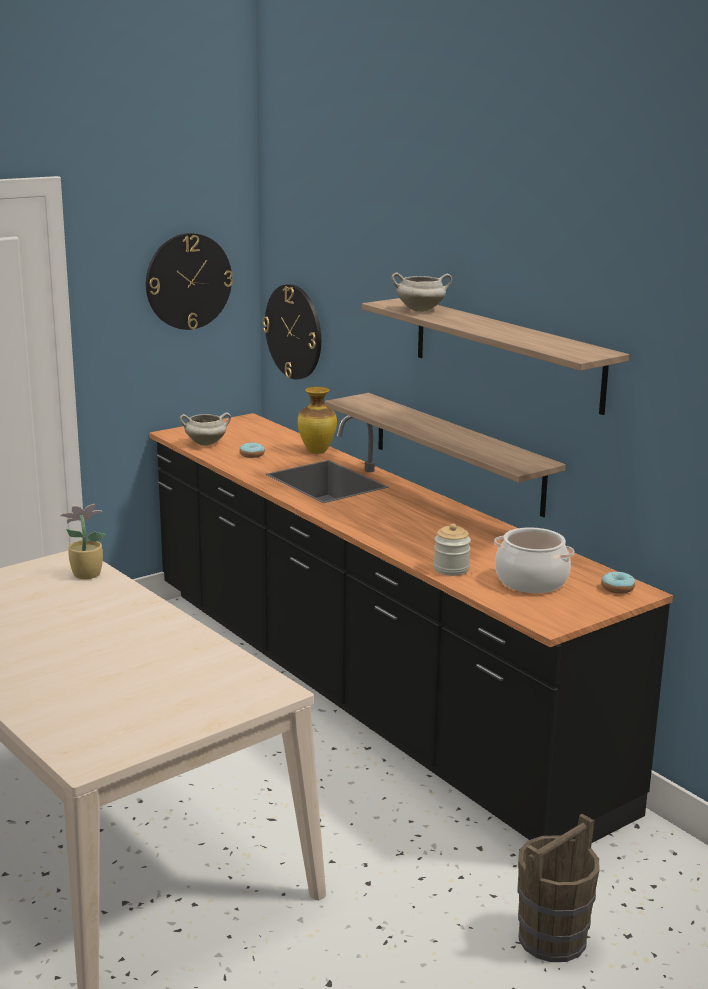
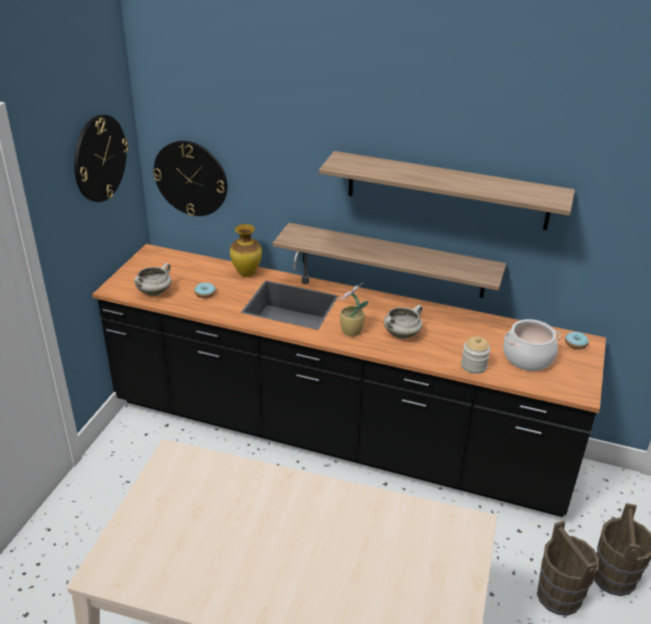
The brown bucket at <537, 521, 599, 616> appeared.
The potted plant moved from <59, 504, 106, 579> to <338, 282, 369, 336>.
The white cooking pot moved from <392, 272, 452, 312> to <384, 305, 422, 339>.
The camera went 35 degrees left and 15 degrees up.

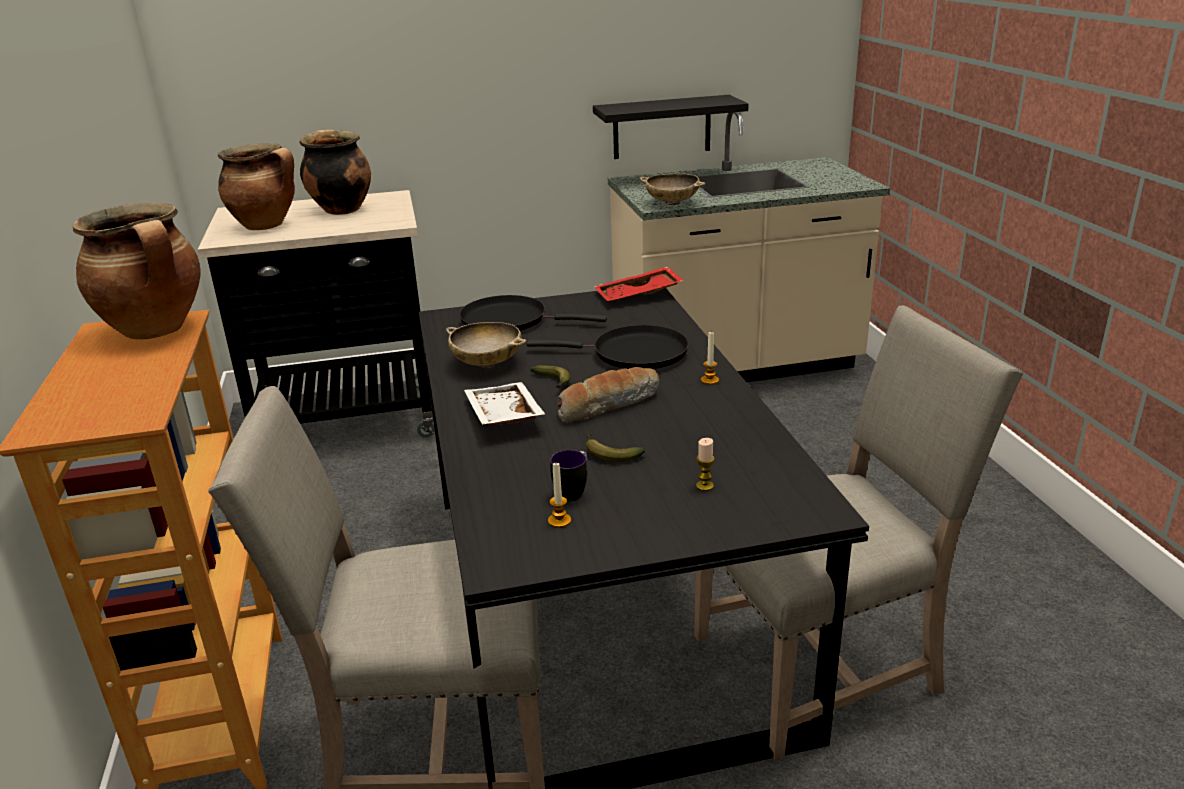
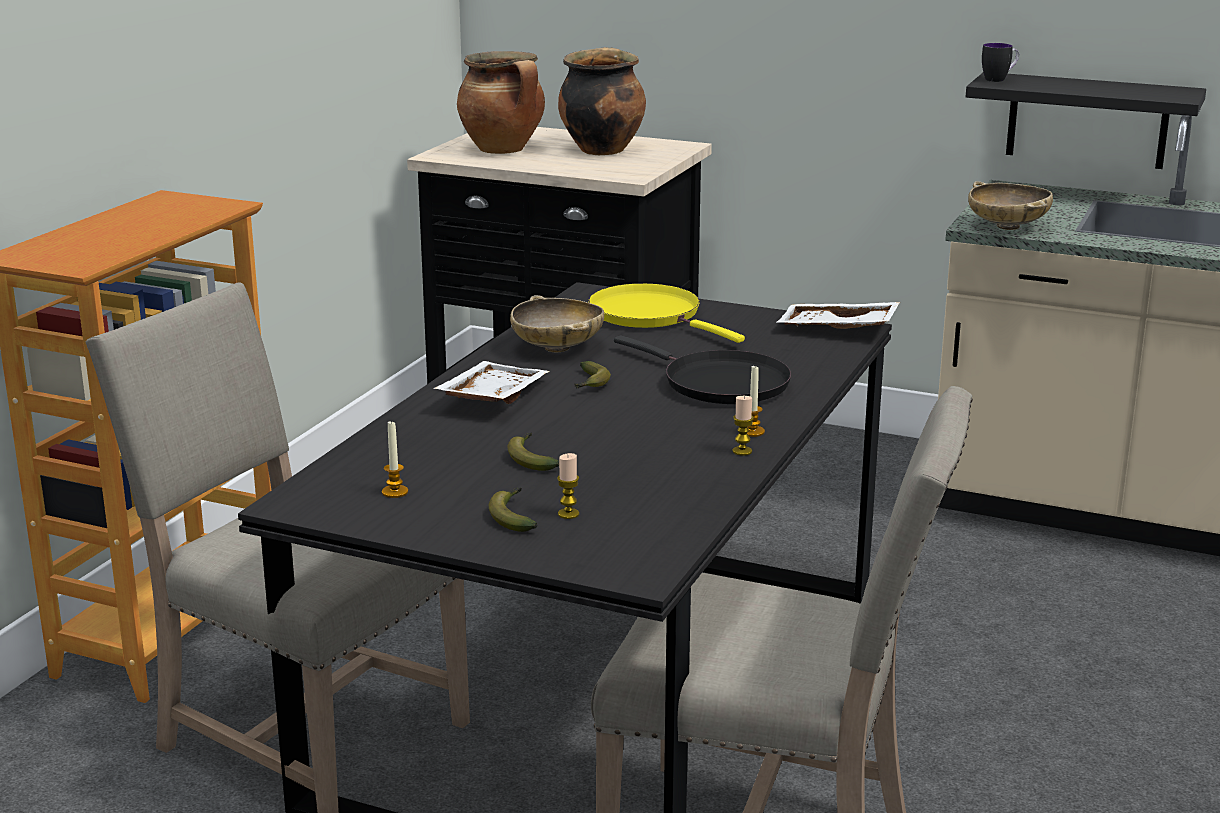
The cooking pot at <73, 203, 201, 340> disappeared.
The bread at <557, 367, 659, 423> disappeared.
The banana at <489, 487, 537, 532> appeared.
The candle at <732, 396, 754, 456> appeared.
The mug moved from <550, 450, 587, 502> to <982, 43, 1019, 82>.
The black frying pan at <459, 295, 607, 331> became the yellow frying pan at <588, 283, 745, 343>.
The red tray at <594, 267, 684, 301> became the white tray at <777, 302, 900, 329>.
The camera went 35 degrees right and 5 degrees down.

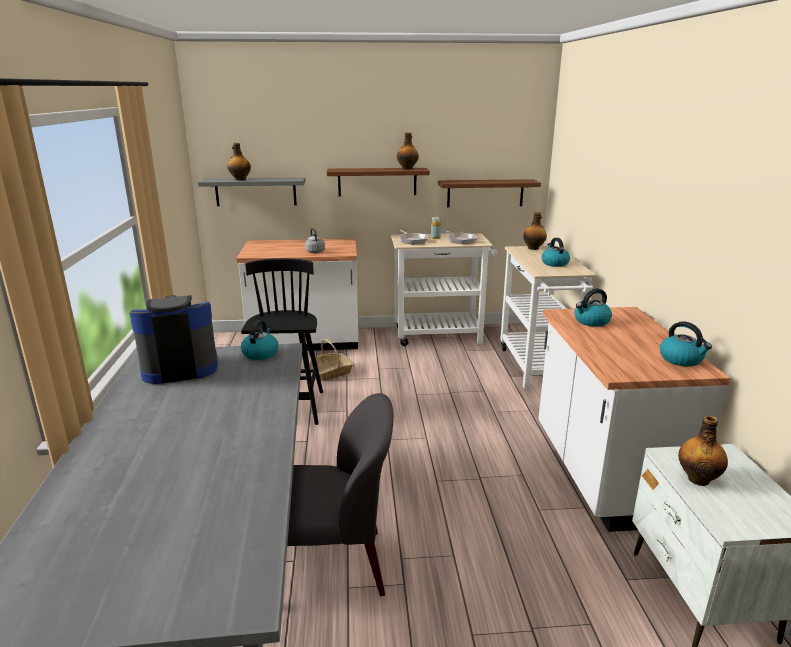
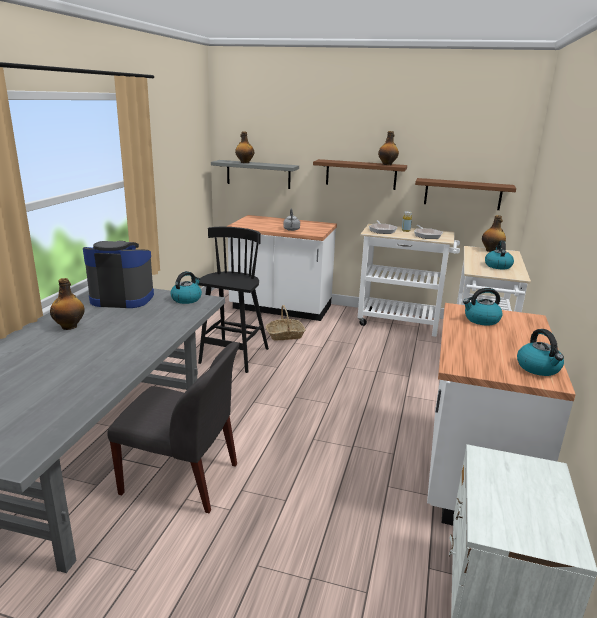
The bottle moved from <678, 415, 728, 486> to <50, 278, 85, 330>.
The camera went 20 degrees right and 0 degrees up.

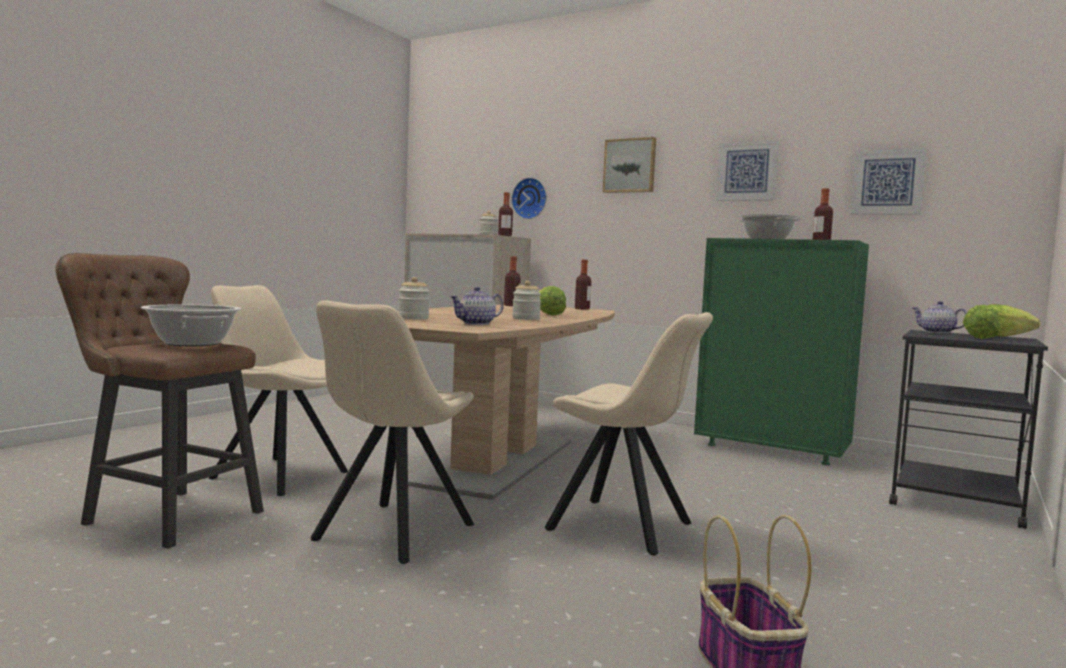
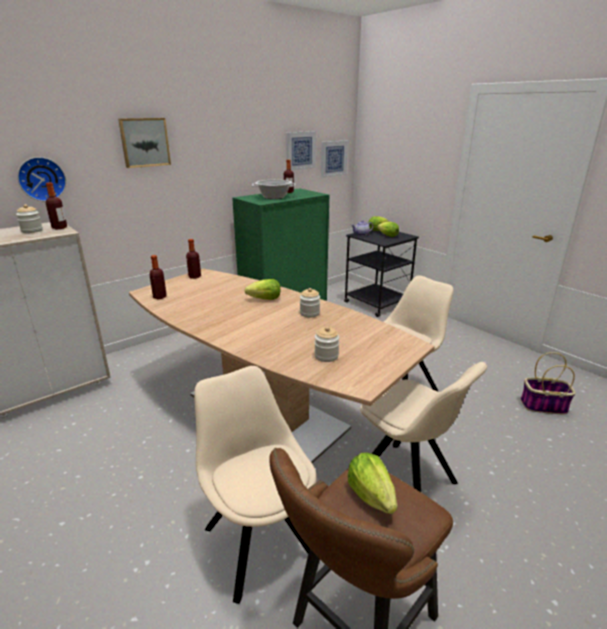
The teapot at <450, 287, 504, 325> disappeared.
The picture moved from <716, 140, 779, 201> to <321, 140, 348, 178>.
The cooking pot at <141, 304, 242, 346> was replaced by the lettuce at <348, 452, 397, 514>.
The beige chair at <209, 285, 348, 496> turned 105 degrees clockwise.
The camera went 70 degrees left and 20 degrees up.

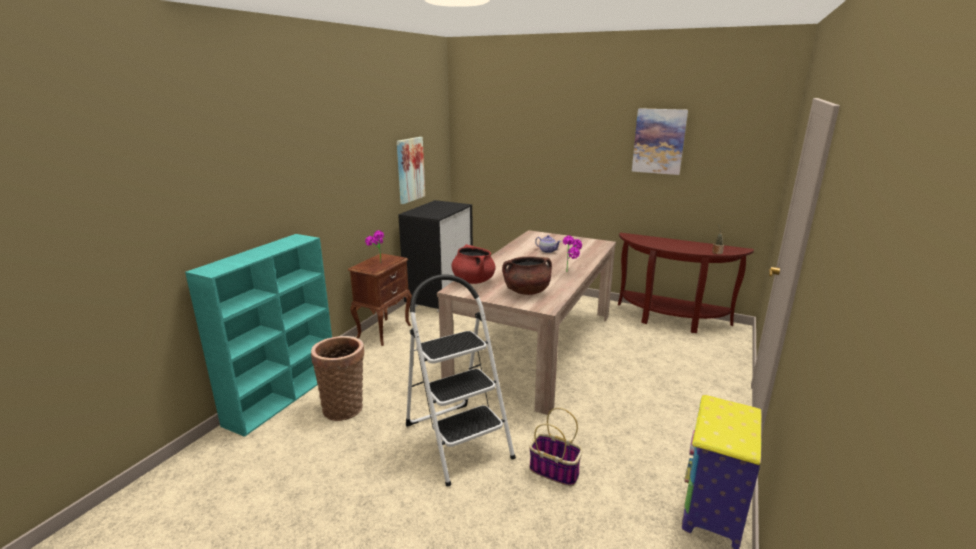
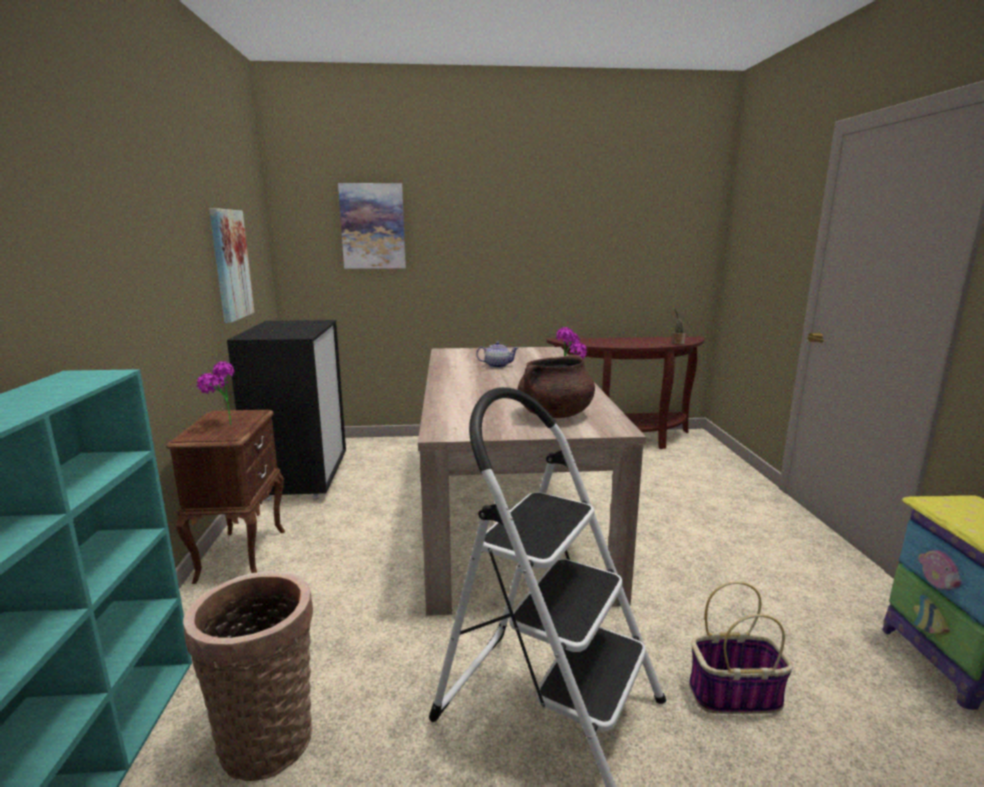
The red cooking pot at <451, 244, 496, 284> disappeared.
The picture moved from <632, 108, 688, 175> to <338, 183, 406, 269>.
The camera went 30 degrees left and 5 degrees down.

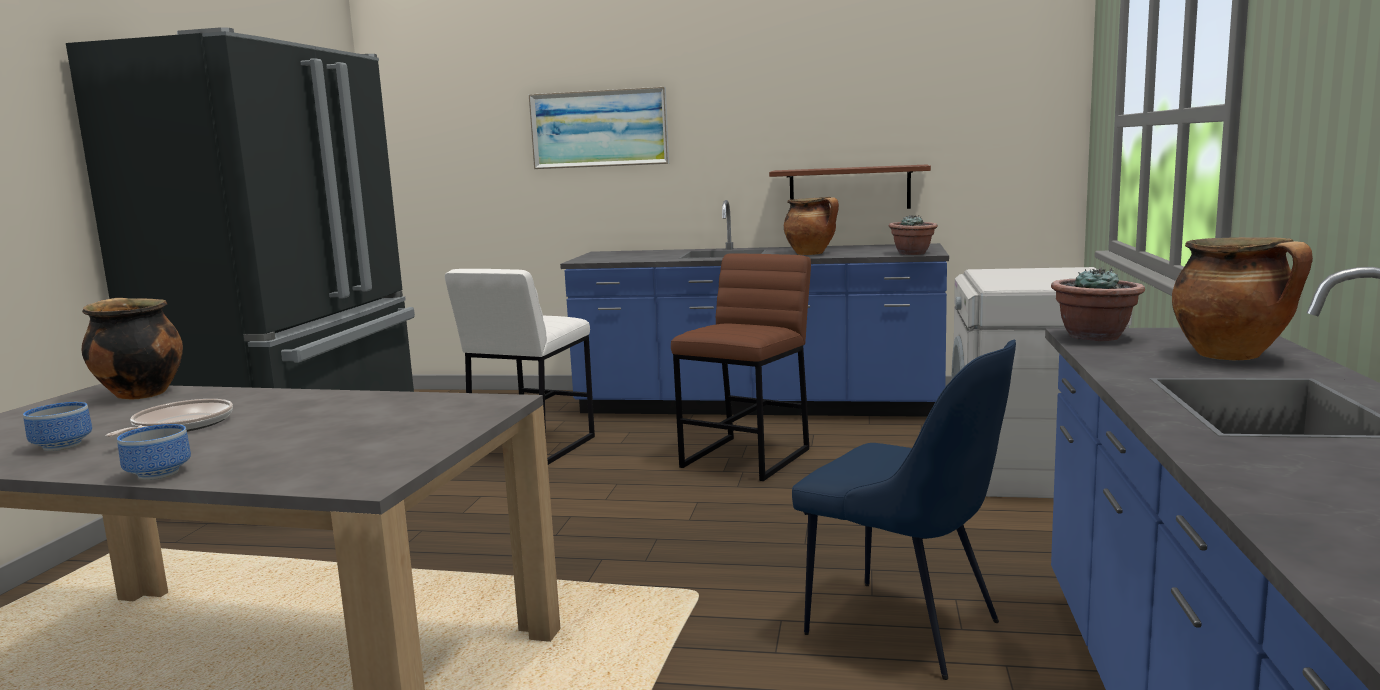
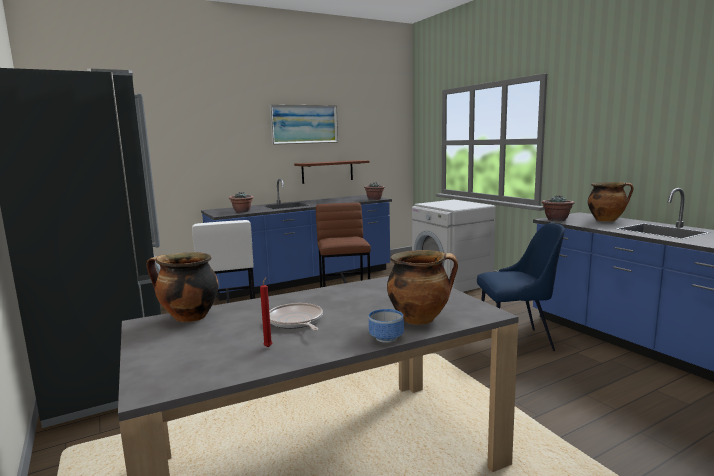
The potted plant at <229, 192, 253, 212> appeared.
The picture moved from <528, 87, 669, 169> to <270, 104, 338, 145>.
The cooking pot moved from <784, 197, 839, 255> to <387, 250, 458, 325>.
The bowl at <23, 402, 92, 451> was replaced by the red candle at <260, 277, 272, 347>.
The camera went 40 degrees left and 0 degrees up.

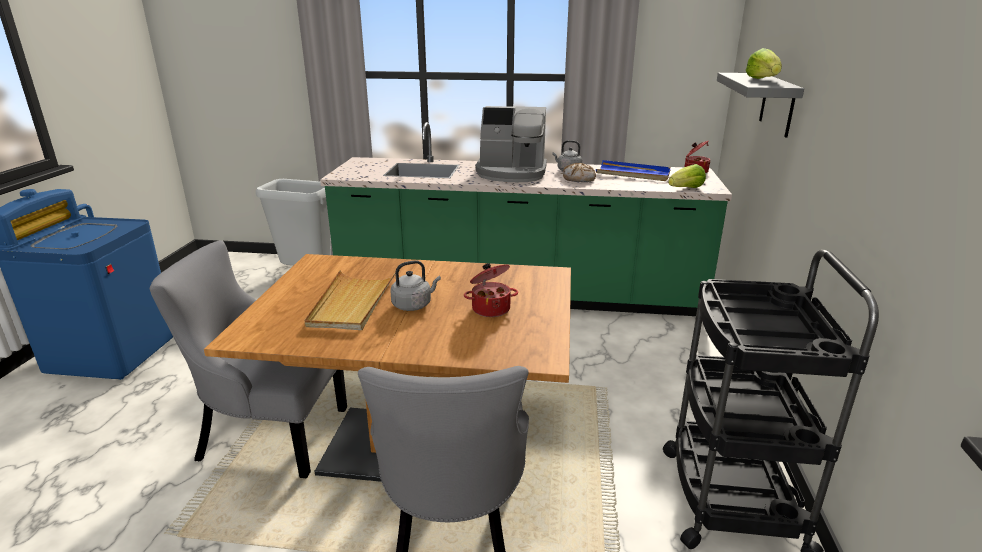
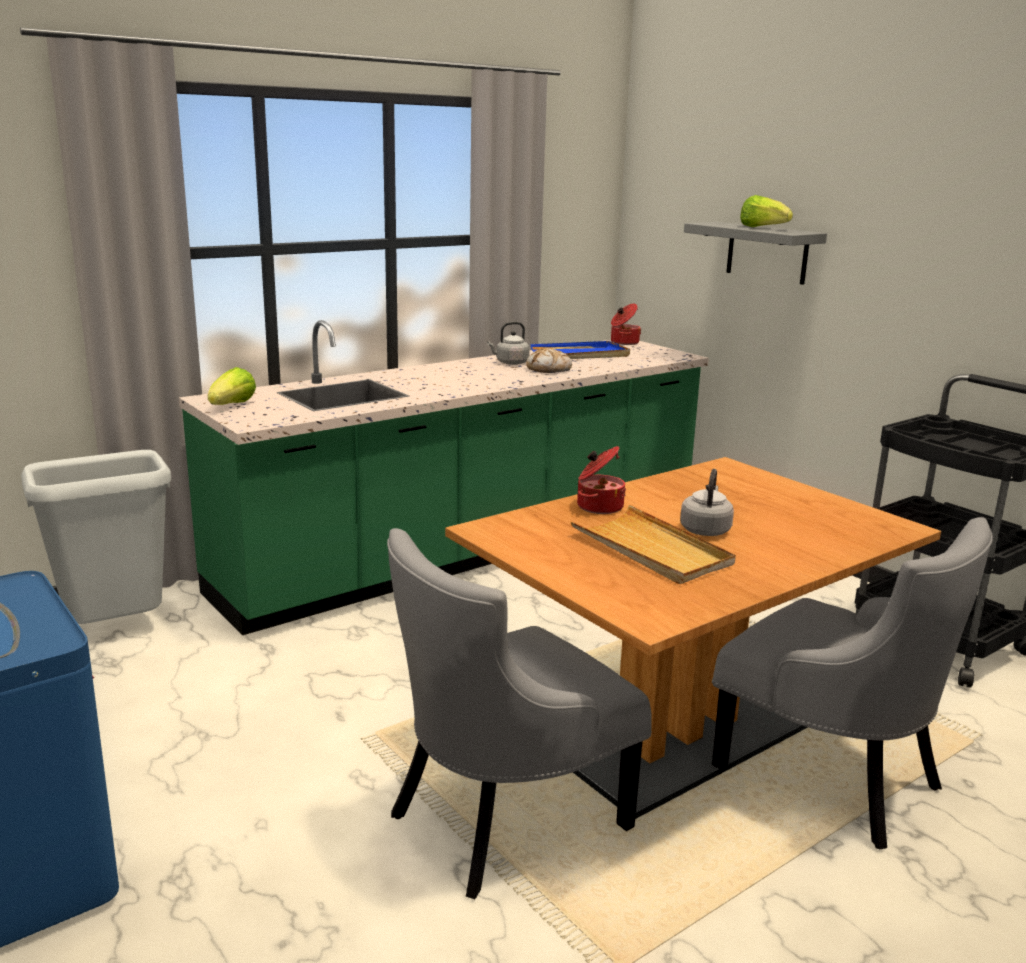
The coffee machine at <475, 106, 547, 182> disappeared.
The cooking pot moved from <464, 263, 518, 317> to <577, 446, 626, 514>.
The lettuce moved from <668, 164, 706, 188> to <208, 367, 256, 405>.
The camera went 45 degrees left and 5 degrees down.

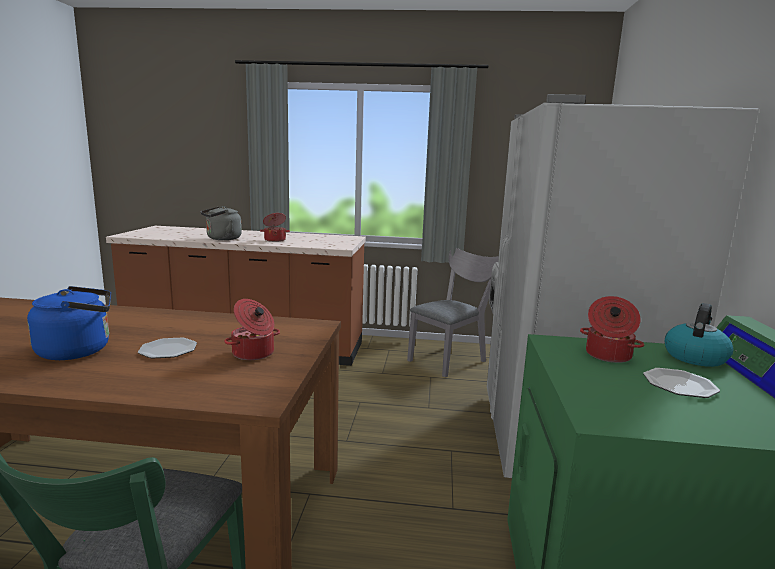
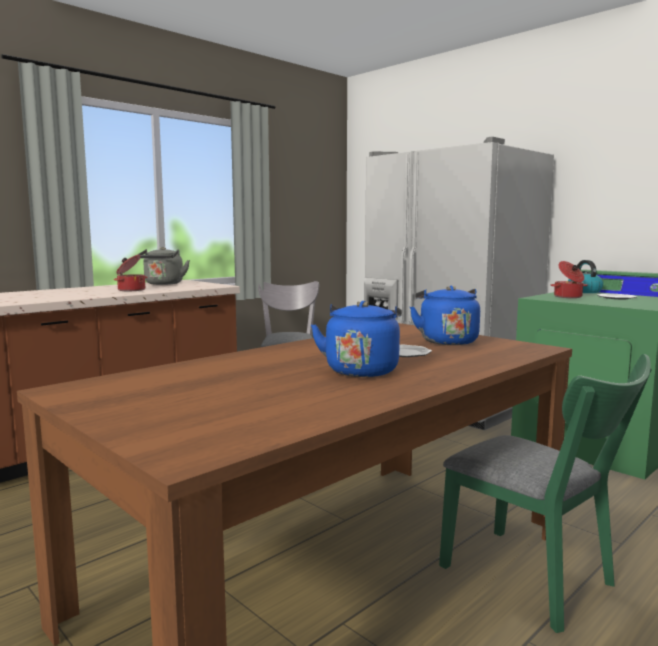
The grey kettle moved from <201, 206, 242, 240> to <138, 247, 190, 285>.
The cooking pot at <224, 299, 280, 360> was replaced by the blue kettle at <410, 286, 480, 345>.
The camera went 50 degrees left and 5 degrees down.

